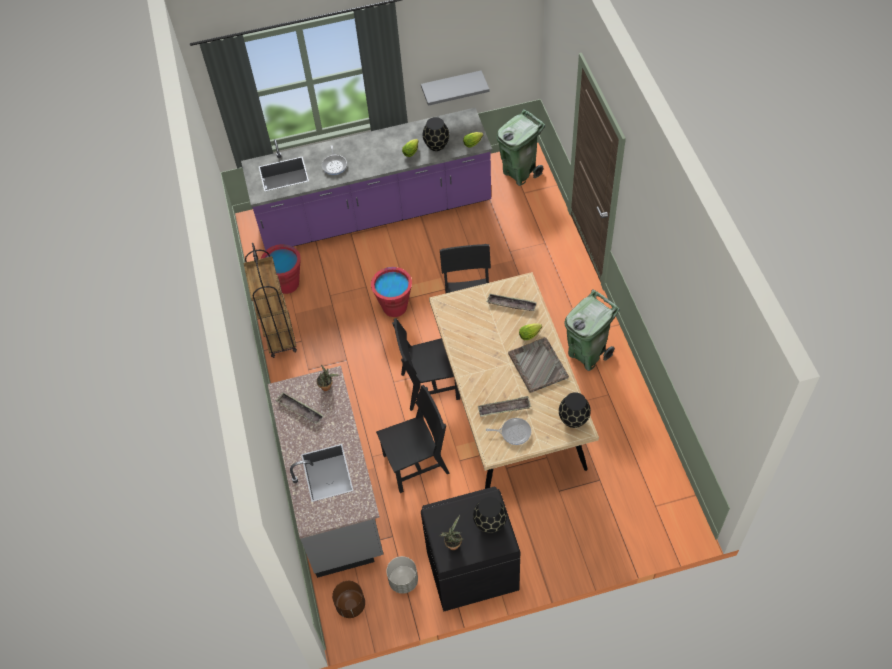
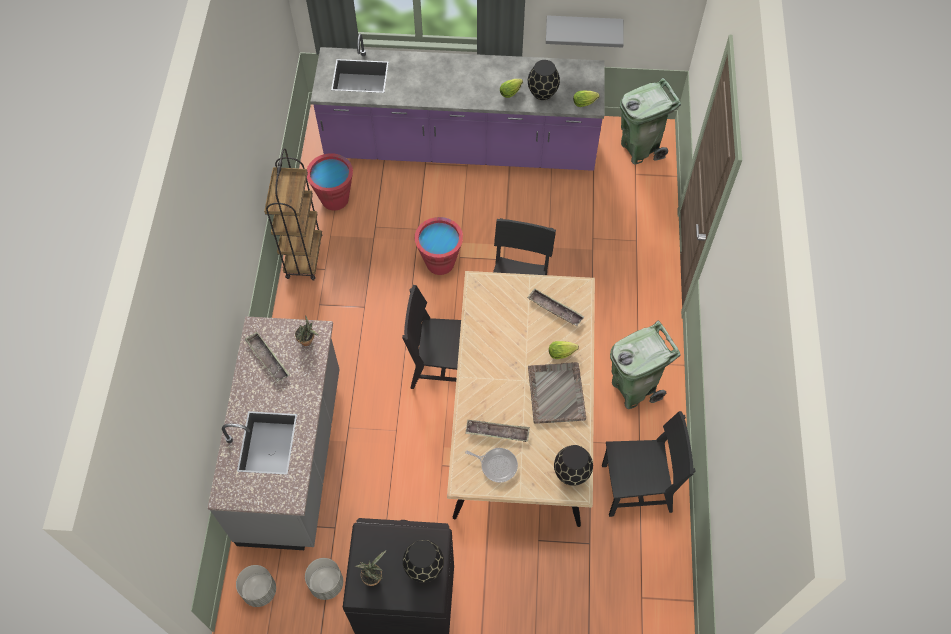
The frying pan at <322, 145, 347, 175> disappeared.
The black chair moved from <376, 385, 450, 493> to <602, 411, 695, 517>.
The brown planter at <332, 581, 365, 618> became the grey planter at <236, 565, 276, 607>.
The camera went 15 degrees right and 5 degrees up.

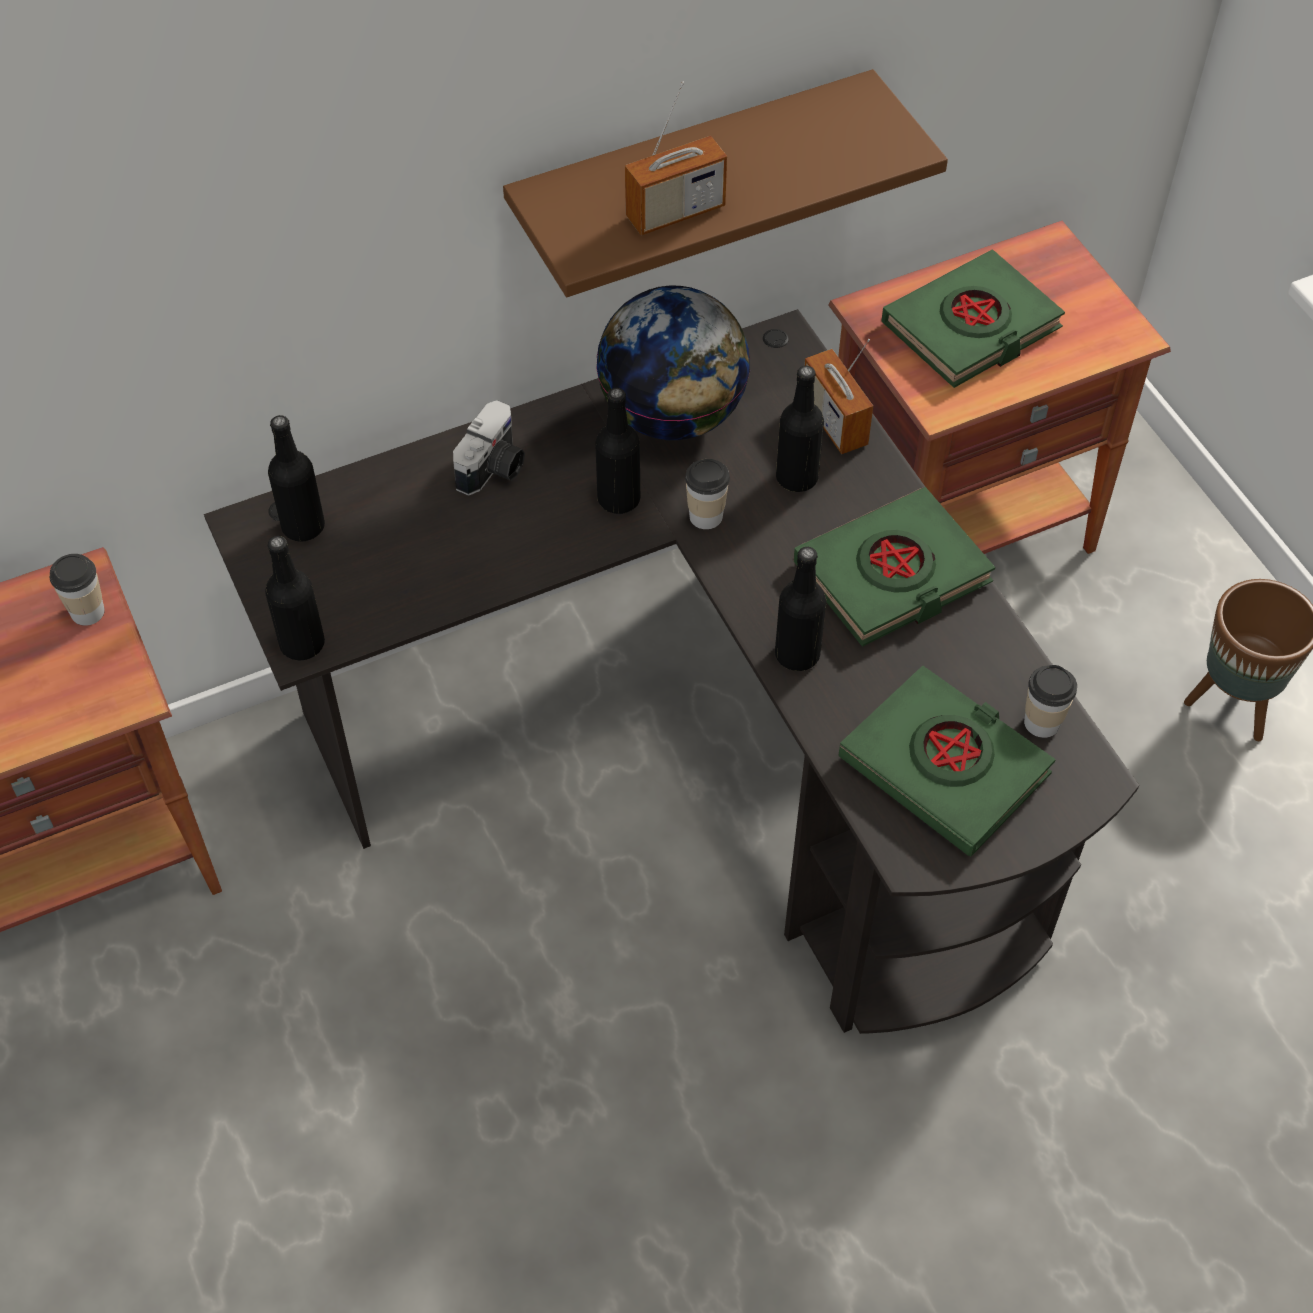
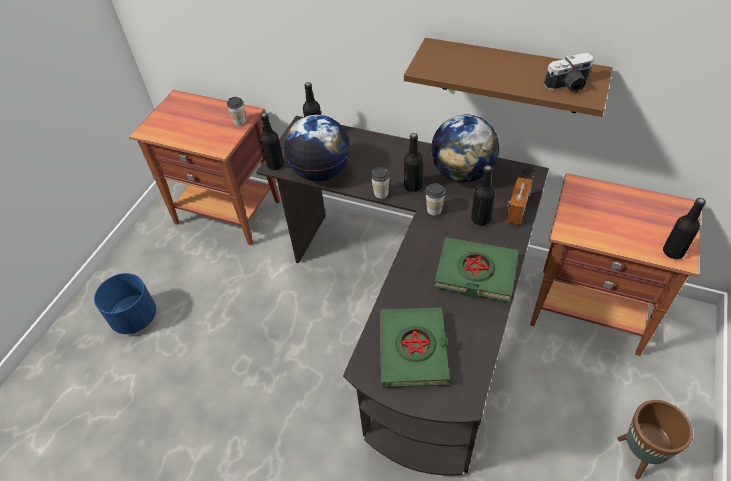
The radio at <625, 81, 727, 235> disappeared.
The green book at <881, 249, 1065, 388> disappeared.
The blue planter at <94, 273, 156, 334> appeared.
The globe at <284, 115, 350, 181> appeared.
The photo camera moved from <453, 400, 525, 496> to <544, 53, 594, 93>.
The black bottle moved from <775, 547, 827, 671> to <663, 198, 706, 259>.
The cup moved from <1024, 665, 1077, 738> to <371, 167, 390, 199>.
The camera went 50 degrees right and 5 degrees down.

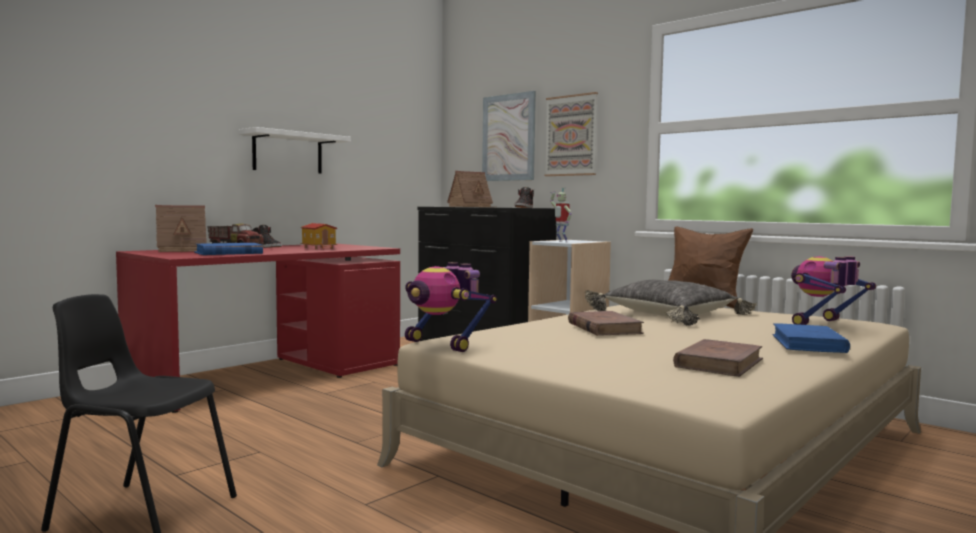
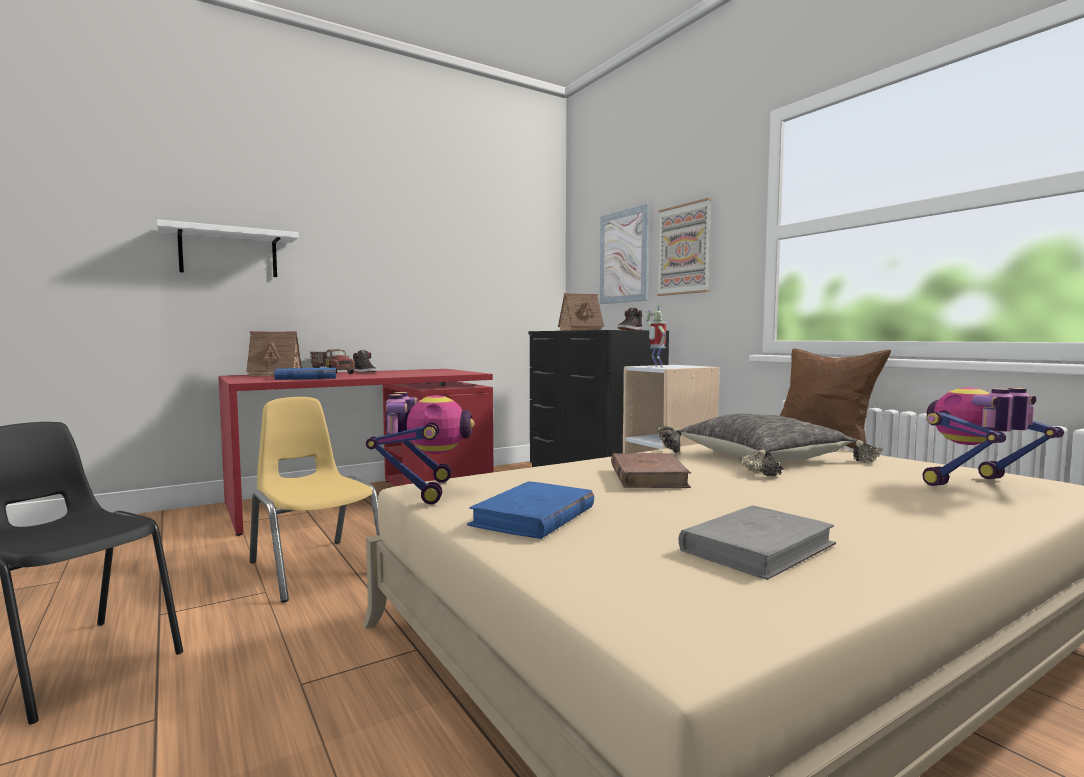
The toy house at <300, 223, 337, 250> disappeared.
The yellow chair at <249, 397, 380, 603> appeared.
The white shelf moved from <238, 127, 351, 174> to <157, 219, 299, 277>.
The blue book moved from <773, 323, 850, 353> to <467, 481, 594, 539>.
The brown book at <673, 339, 763, 377> became the grey book at <678, 505, 836, 580>.
The toy robot at <405, 262, 497, 352> turned 150 degrees counterclockwise.
The camera went 15 degrees right and 0 degrees up.

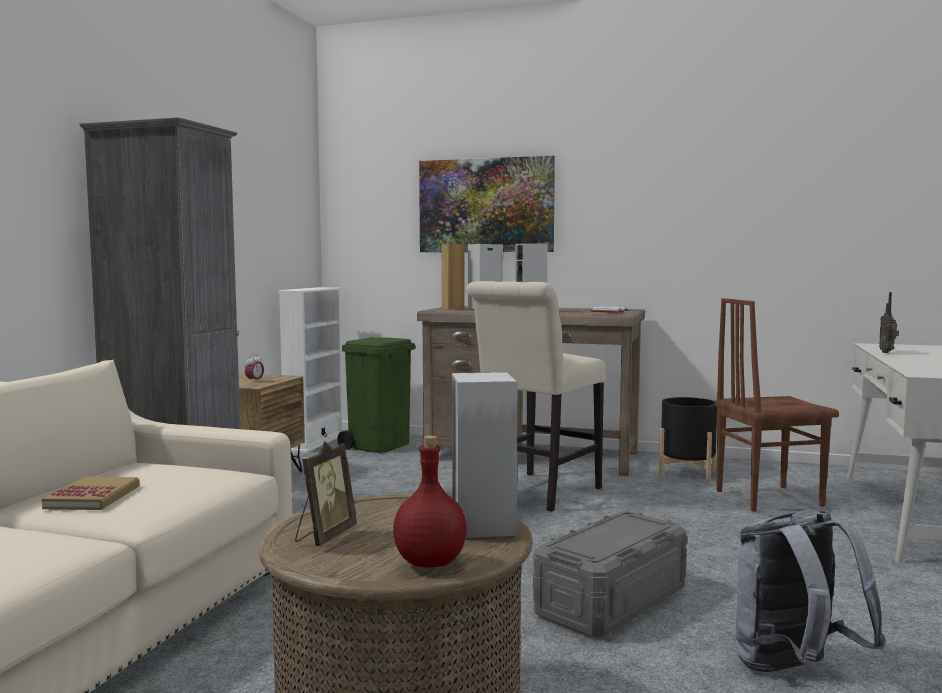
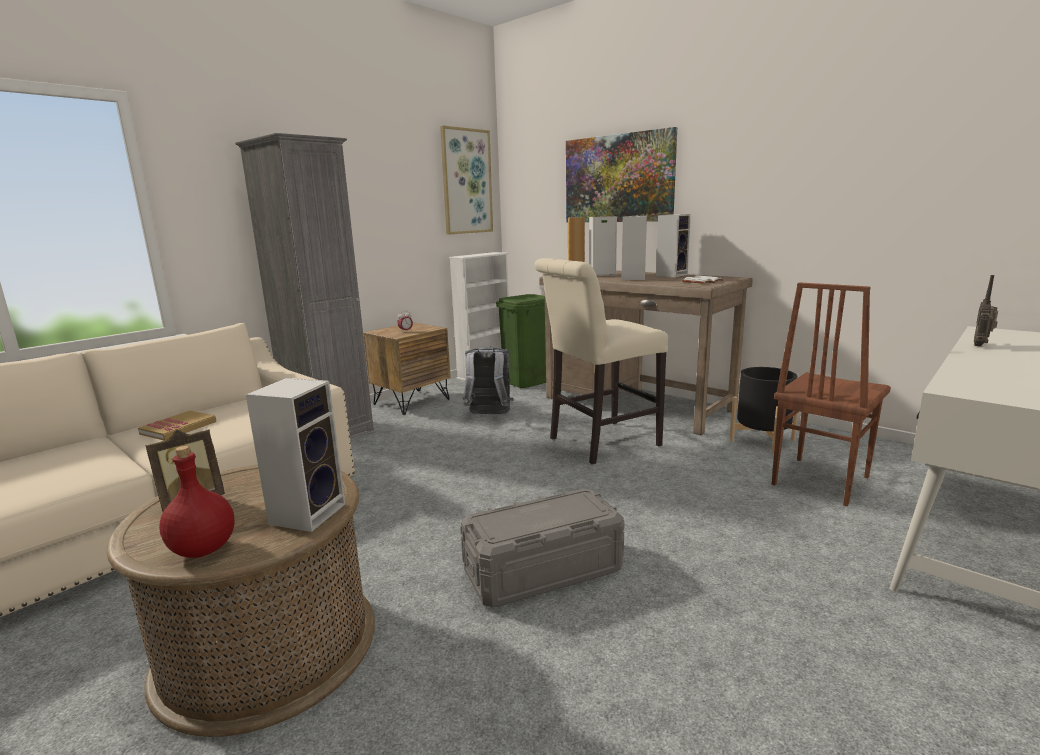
The picture at <440, 125, 493, 235> appeared.
The speaker at <656, 214, 691, 277> appeared.
The grey backpack moved from <734, 509, 886, 672> to <463, 346, 513, 414>.
The brown chair at <715, 298, 839, 512> turned 60 degrees counterclockwise.
The camera went 25 degrees right and 10 degrees up.

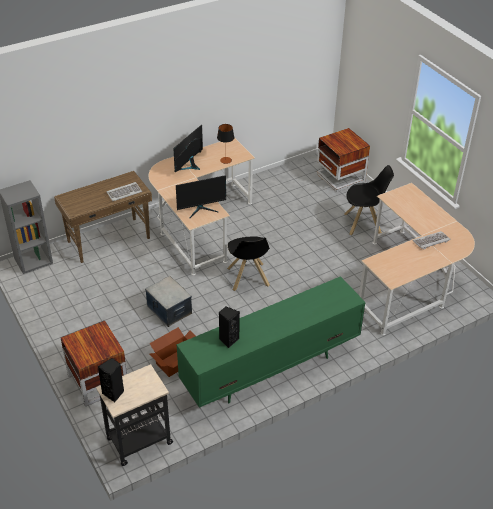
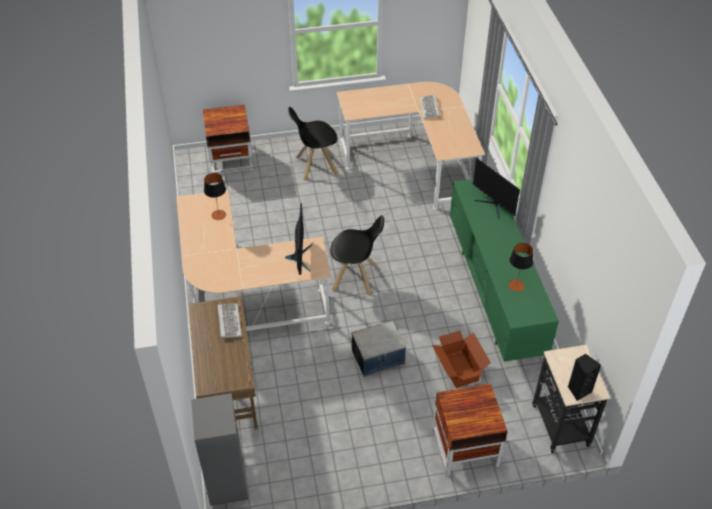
The monitor moved from <173, 125, 203, 172> to <473, 158, 520, 219>.
The black speaker at <219, 307, 240, 348> was replaced by the table lamp at <509, 243, 533, 292>.
The black chair at <345, 165, 394, 235> turned 120 degrees counterclockwise.
The camera went 70 degrees left and 5 degrees up.

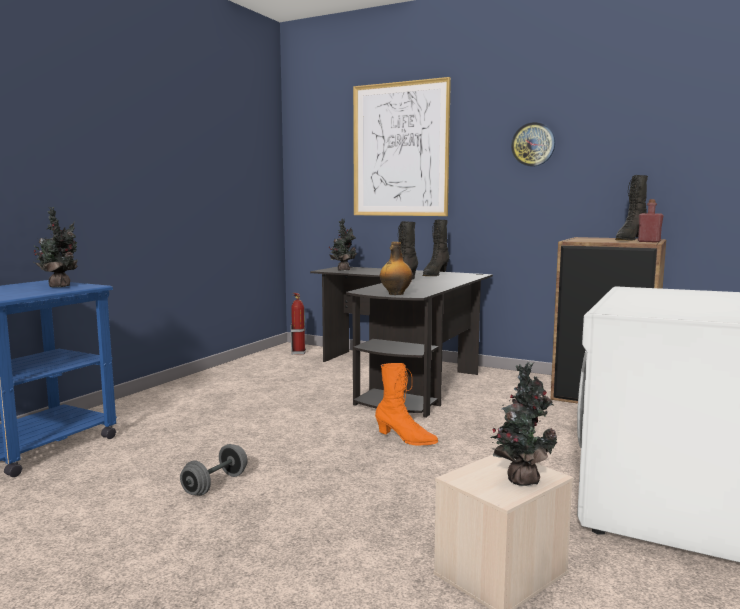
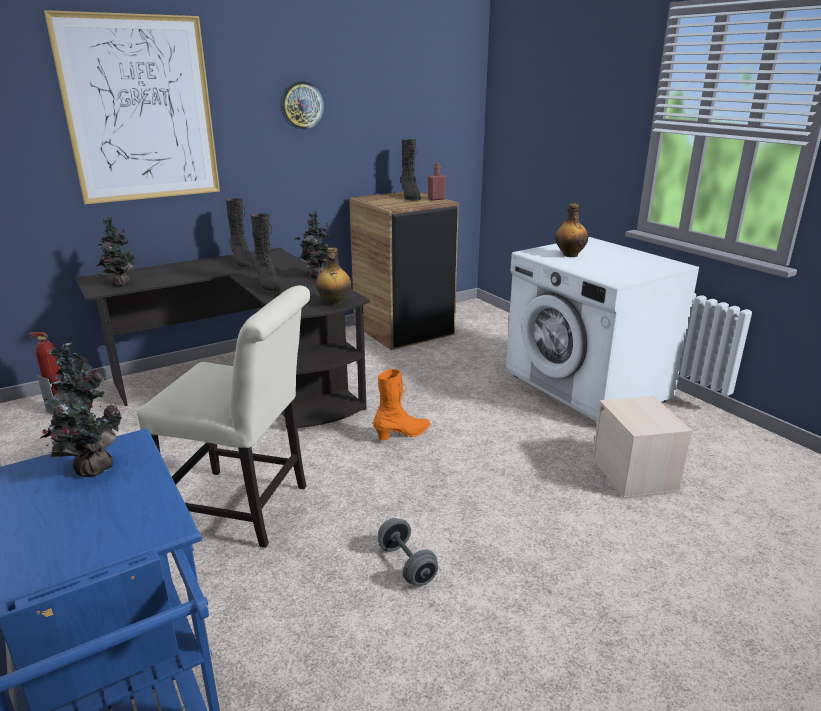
The beige chair at <137, 286, 310, 548> appeared.
The bottle at <555, 204, 588, 257> appeared.
The potted plant moved from <490, 362, 557, 486> to <295, 210, 334, 278>.
The camera went 60 degrees left and 15 degrees up.

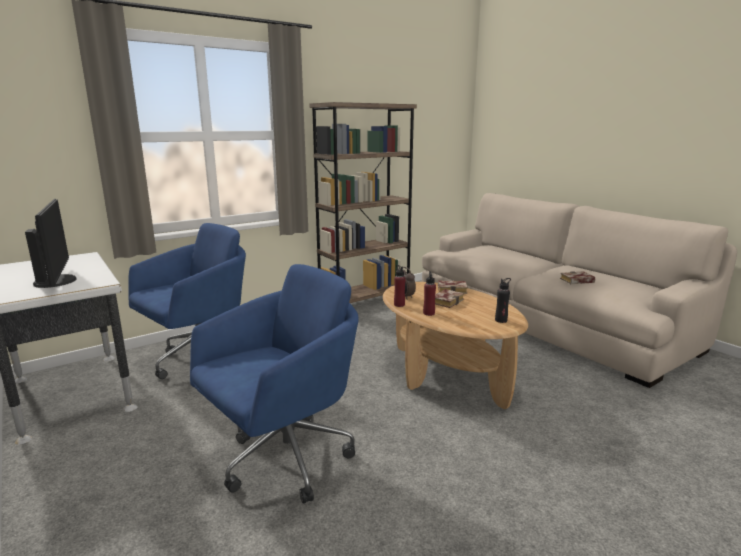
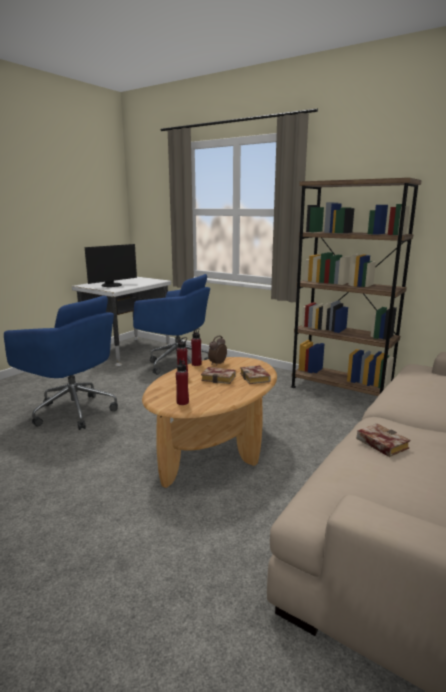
The black bottle at <495, 278, 511, 323> became the red bottle at <176, 359, 189, 405>.
The camera went 70 degrees right and 0 degrees up.

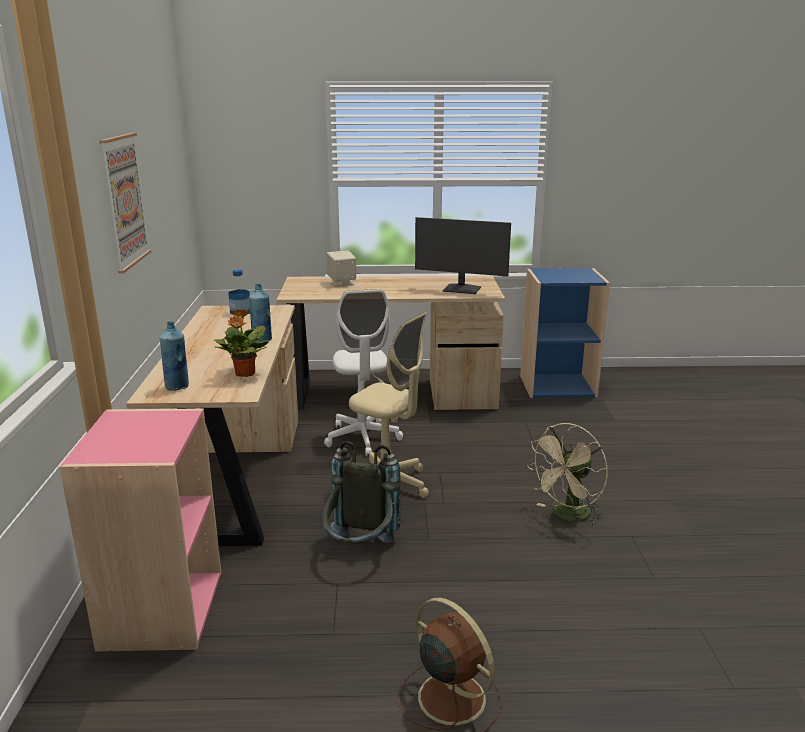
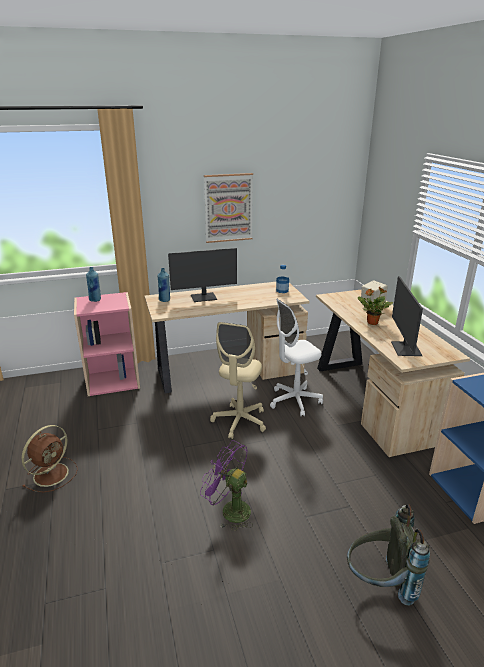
The monitor at <168, 248, 237, 302> appeared.
The potted plant moved from <214, 309, 269, 377> to <358, 287, 394, 325>.
The blue bottle moved from <249, 284, 272, 343> to <86, 267, 101, 302>.
The grey backpack moved from <322, 441, 401, 544> to <347, 504, 430, 605>.
The beige fan at <527, 423, 608, 527> became the purple fan at <200, 440, 253, 531>.
The camera went 75 degrees right and 5 degrees up.

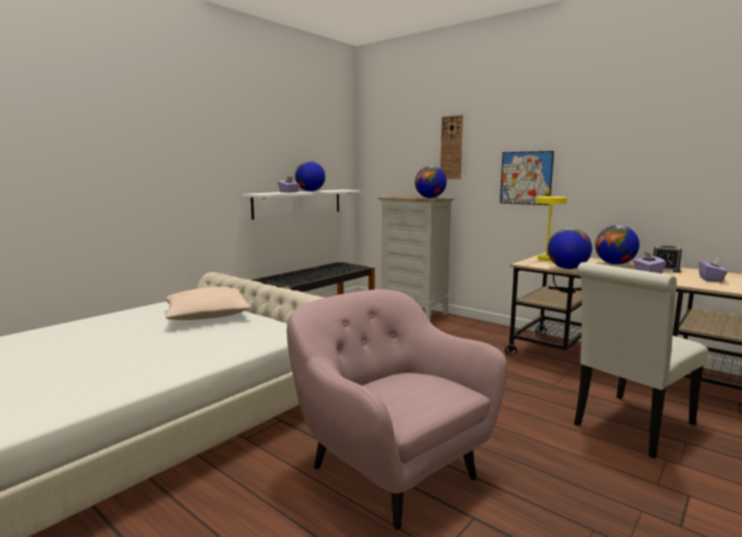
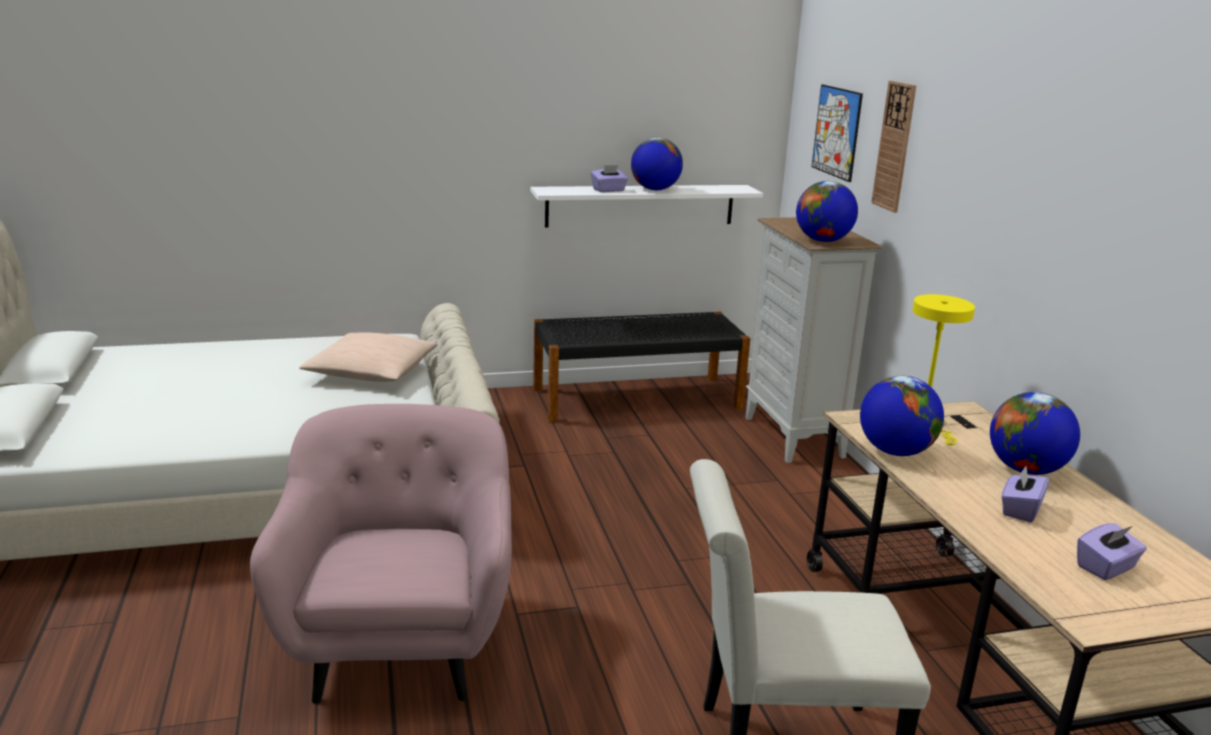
The alarm clock at <653, 244, 682, 273> disappeared.
The picture moved from <500, 151, 554, 205> to <812, 84, 863, 182>.
The camera went 35 degrees right and 10 degrees up.

